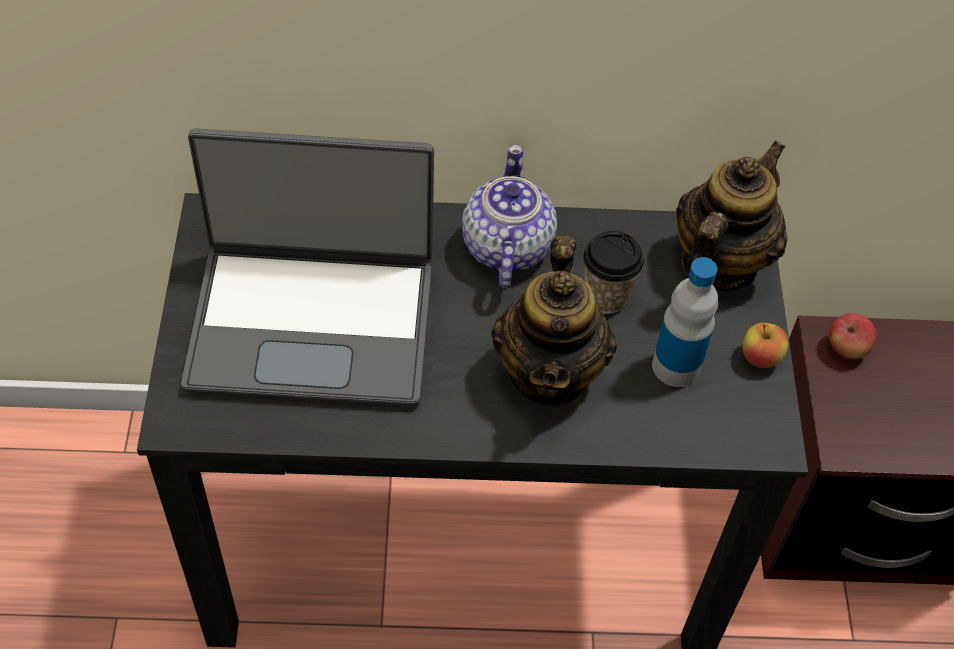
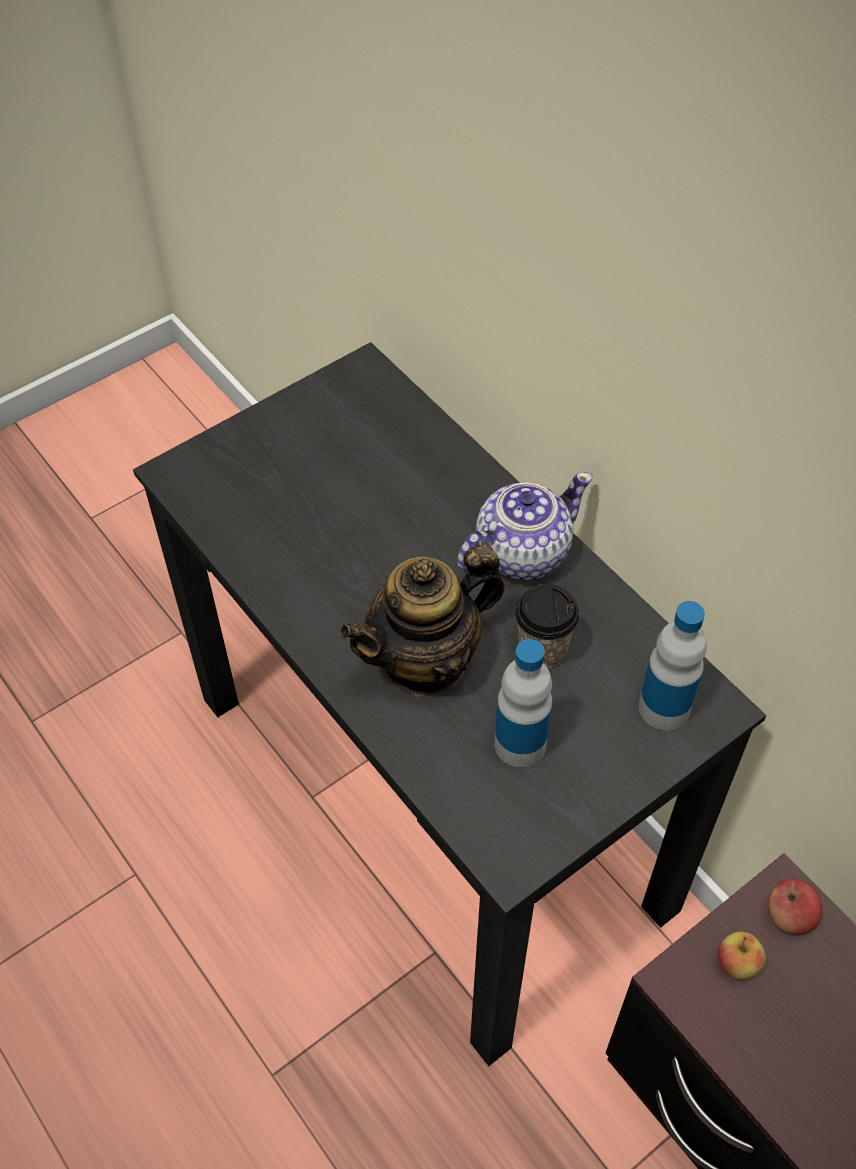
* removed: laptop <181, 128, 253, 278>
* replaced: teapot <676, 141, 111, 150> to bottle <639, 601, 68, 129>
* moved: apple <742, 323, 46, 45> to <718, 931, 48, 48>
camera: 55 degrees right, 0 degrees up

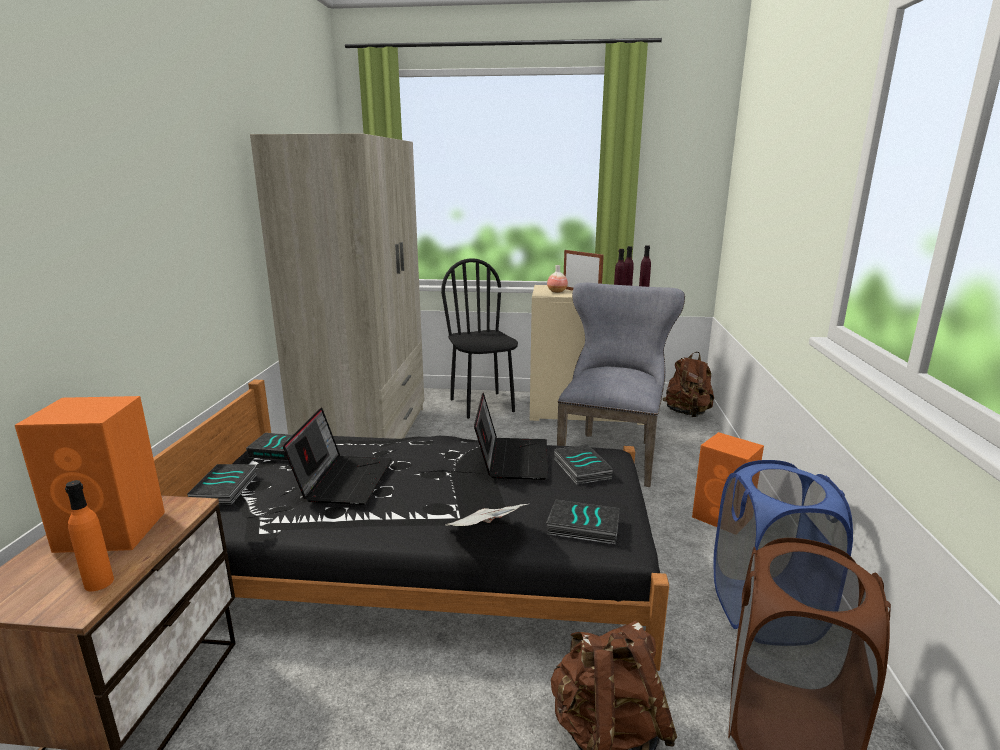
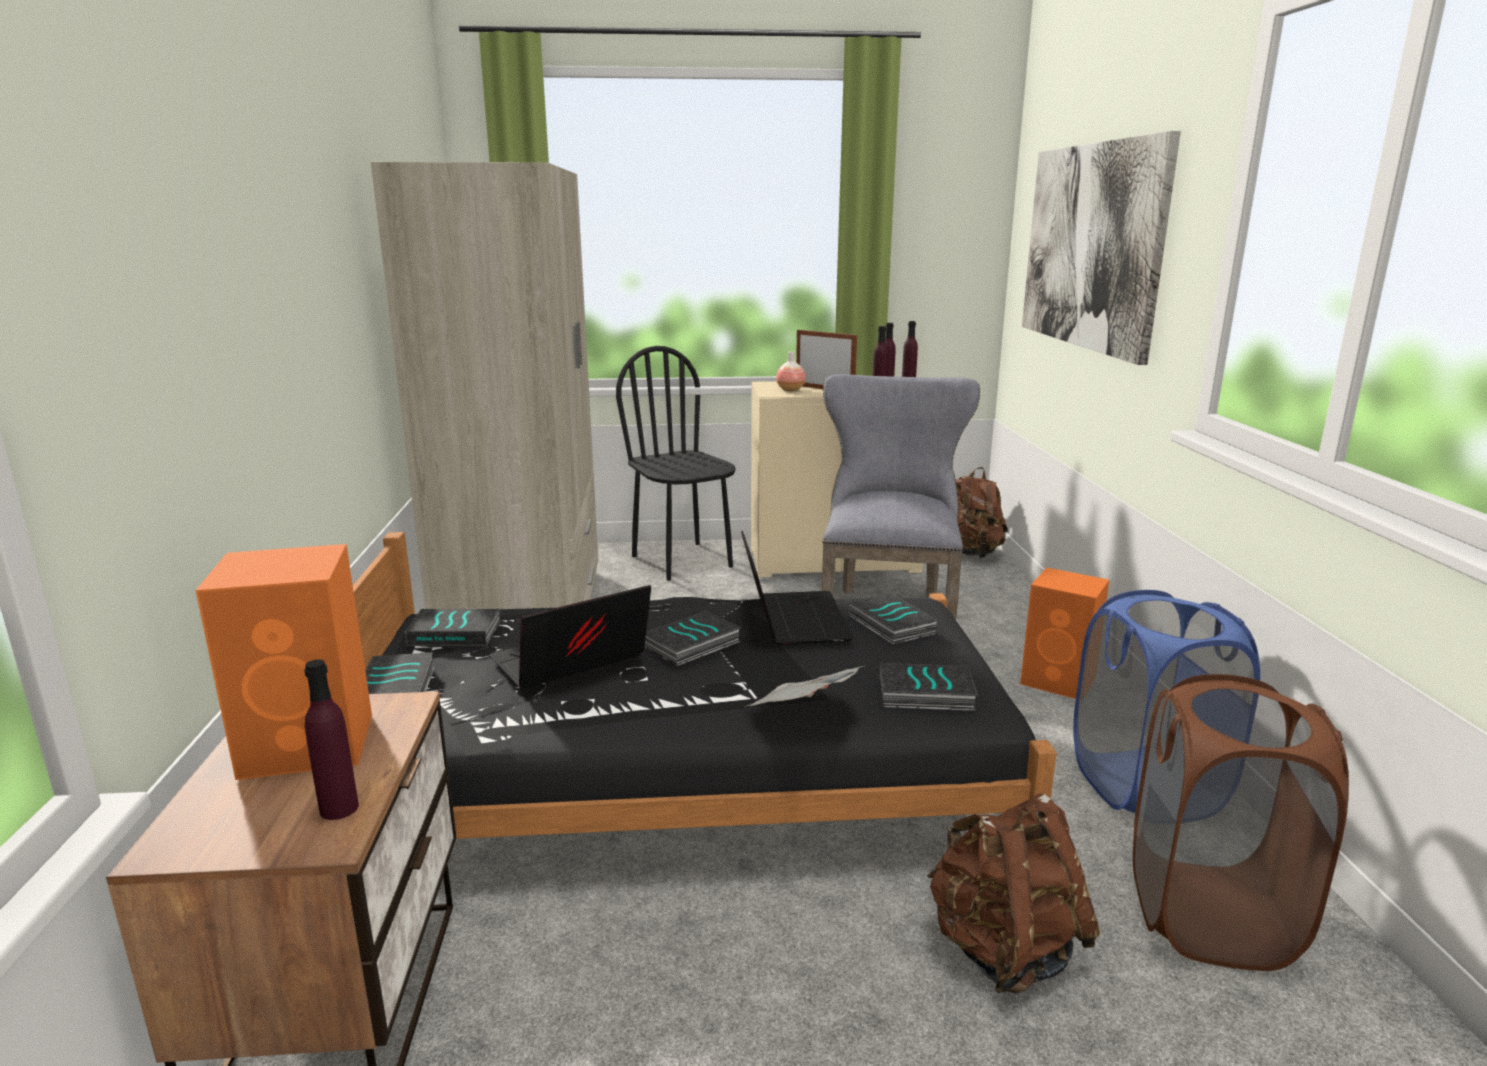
* turned: laptop <283, 407, 109, 98> = <490, 585, 161, 104> 120 degrees counterclockwise
* recoloured: bottle in orange <65, 480, 49, 111> to bottle in purple <304, 659, 55, 161>
* added: picture <1022, 131, 159, 234>
* added: book <644, 611, 97, 55>
camera: 10 degrees left, 0 degrees up

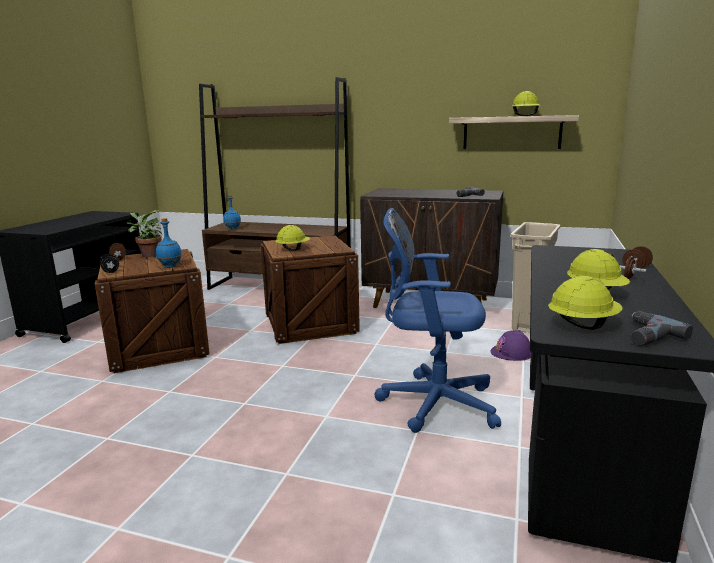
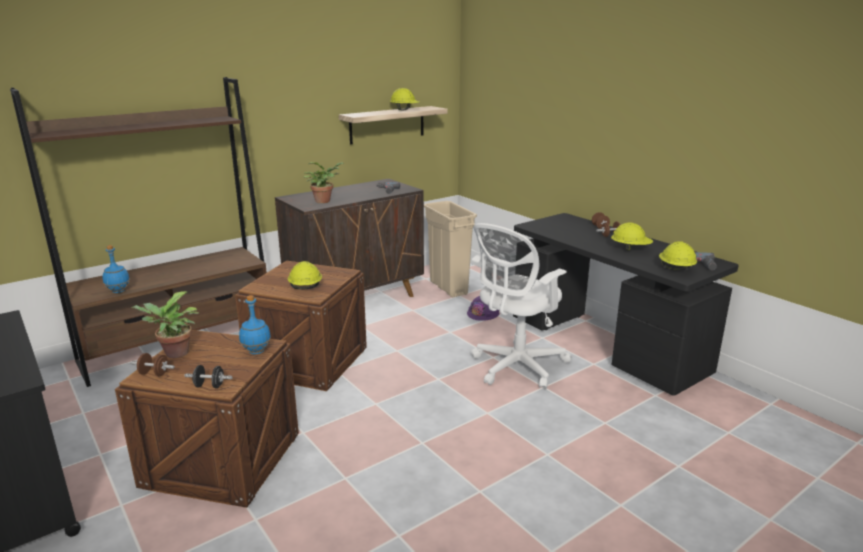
* recoloured: office chair in blue <374, 208, 127, 225> to office chair in white <471, 223, 100, 166>
* added: potted plant <303, 162, 41, 41>
camera: 55 degrees left, 5 degrees up

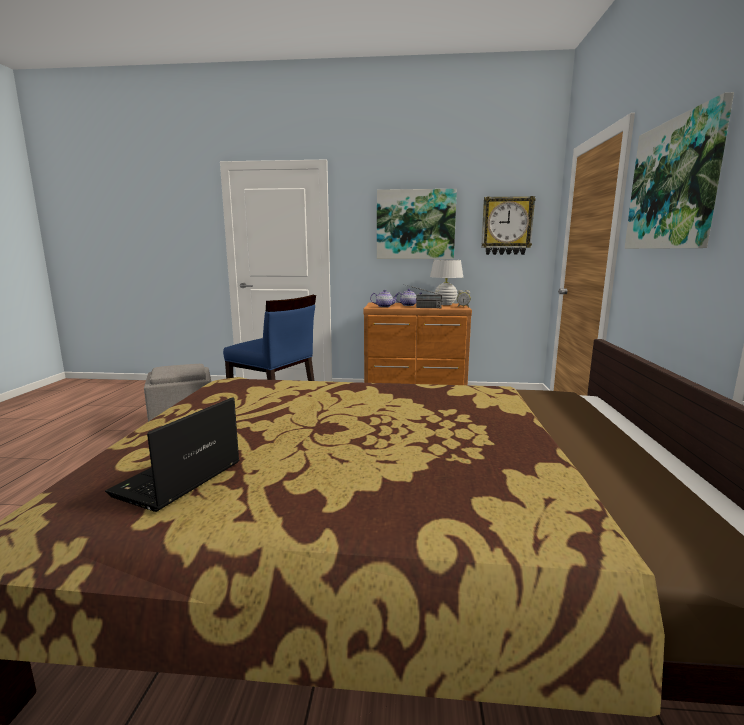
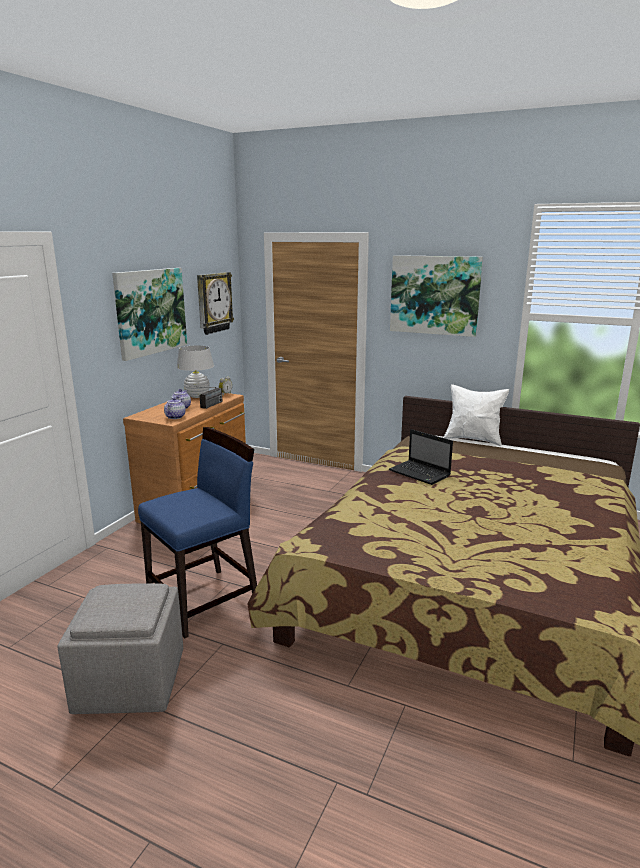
* moved: laptop <105, 397, 135, 115> to <389, 429, 64, 56>
* added: pillow in white <444, 384, 65, 62>
camera: 70 degrees left, 5 degrees up

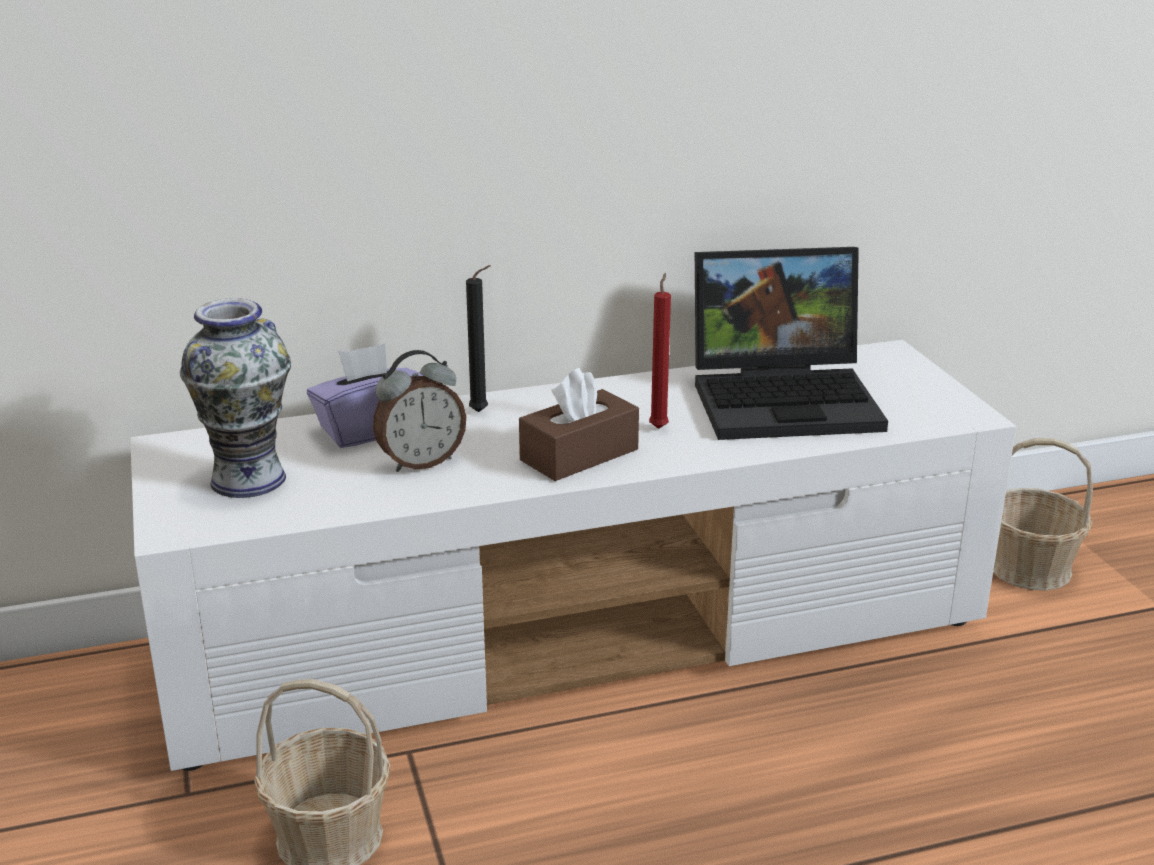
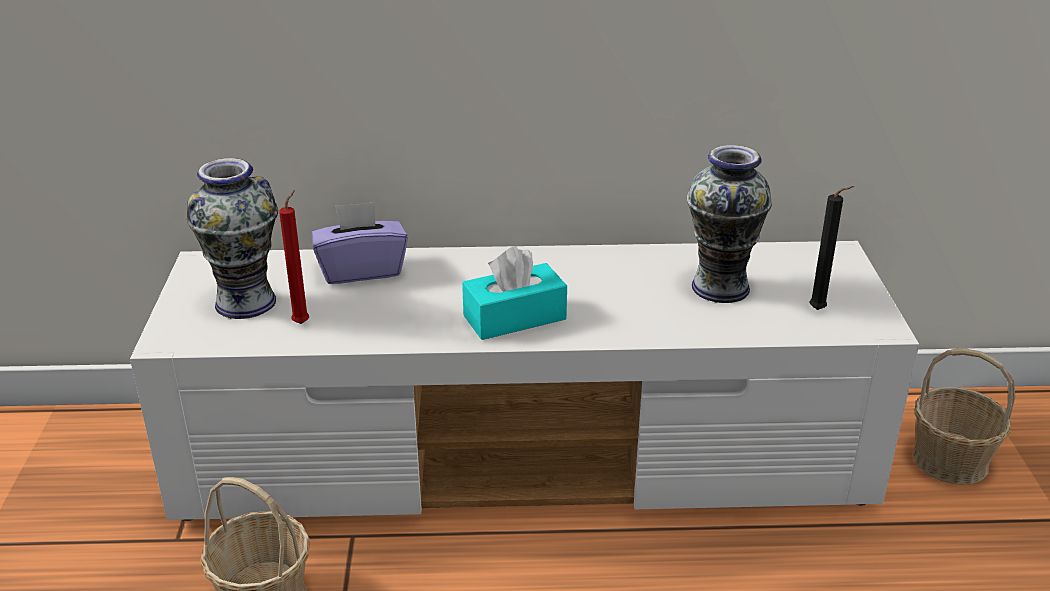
* replaced: laptop <695, 247, 193, 193> to vase <687, 145, 85, 158>
* moved: candle in black <466, 265, 25, 147> to <809, 186, 45, 124>
* moved: candle in red <649, 273, 22, 156> to <279, 190, 30, 134>
* removed: alarm clock <373, 350, 93, 122>
* recoloured: tissue box in brown <519, 368, 120, 113> to tissue box in turquoise <462, 246, 105, 94>
camera: 15 degrees right, 5 degrees up

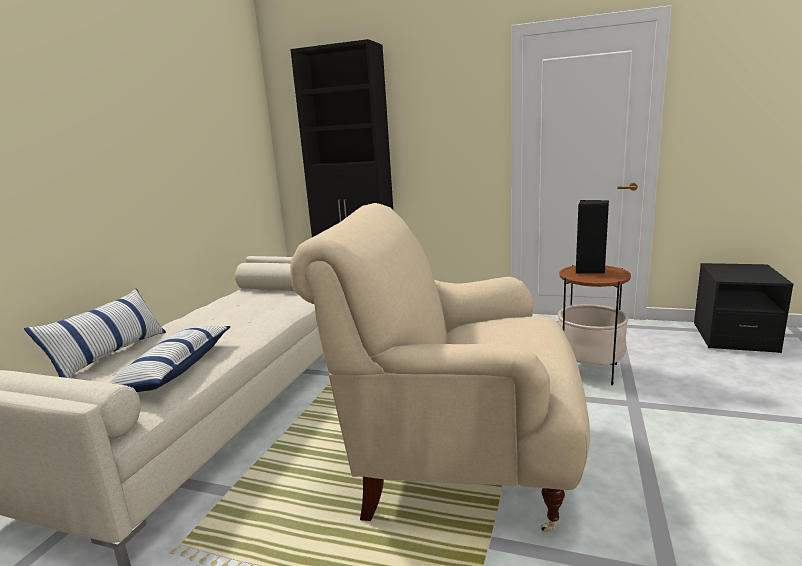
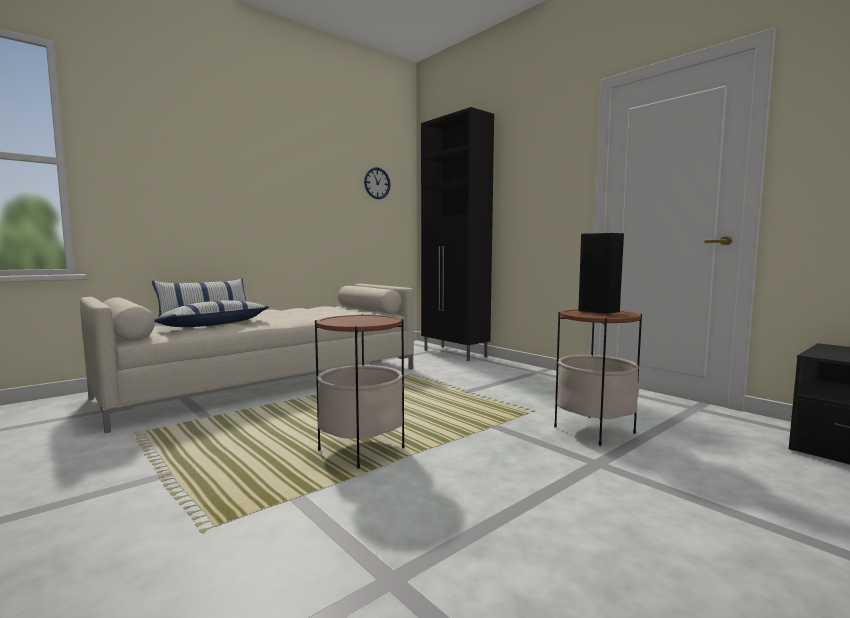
* replaced: armchair in beige <290, 203, 300, 330> to side table <315, 314, 90, 155>
* added: wall clock <364, 167, 26, 32>
camera: 30 degrees right, 10 degrees down

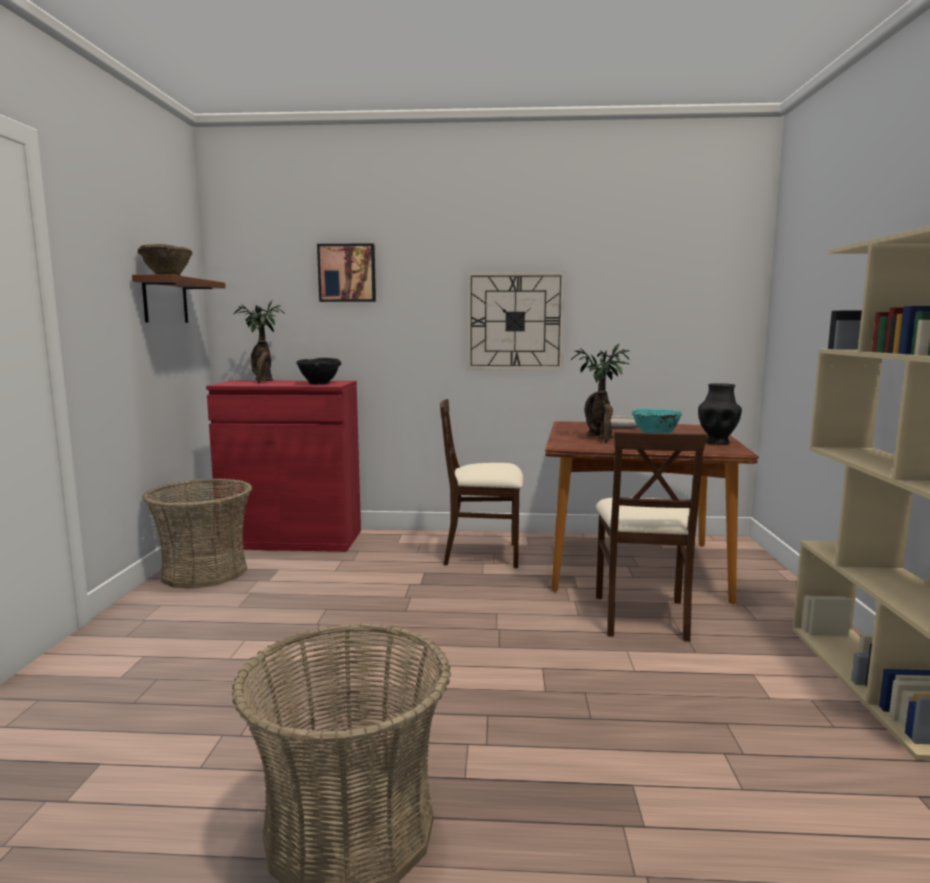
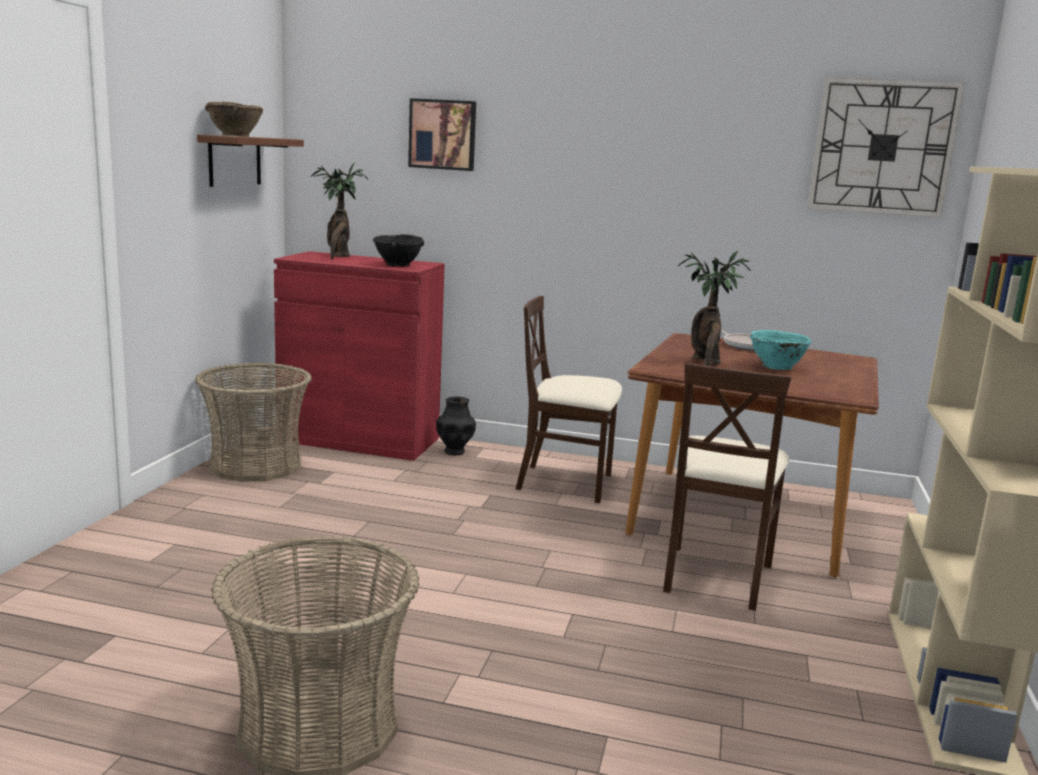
* moved: wall clock <467, 272, 98, 98> to <808, 78, 156, 139>
* moved: vase in black <698, 383, 44, 62> to <436, 396, 40, 59>
camera: 10 degrees right, 5 degrees up

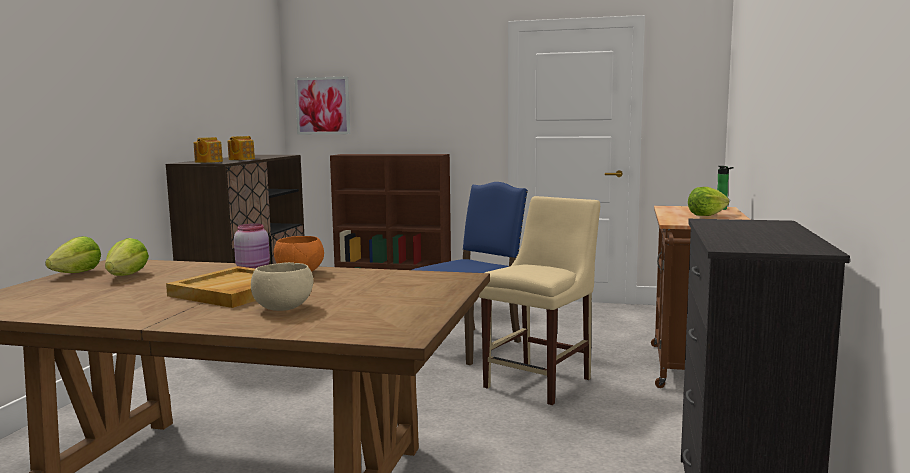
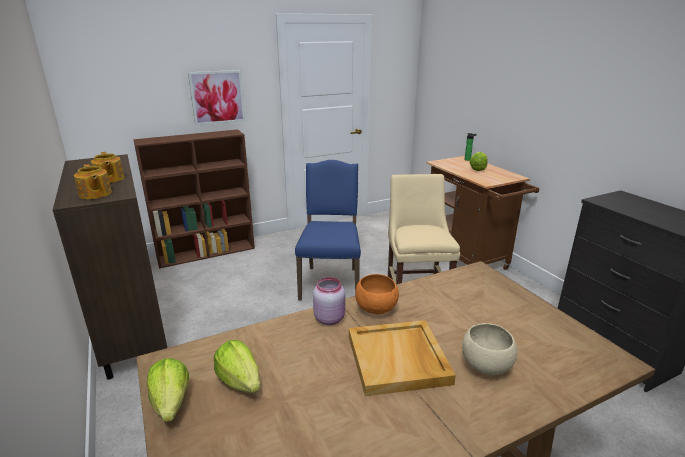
* moved: picture <295, 77, 55, 57> to <188, 70, 57, 56>
camera: 40 degrees left, 15 degrees up

